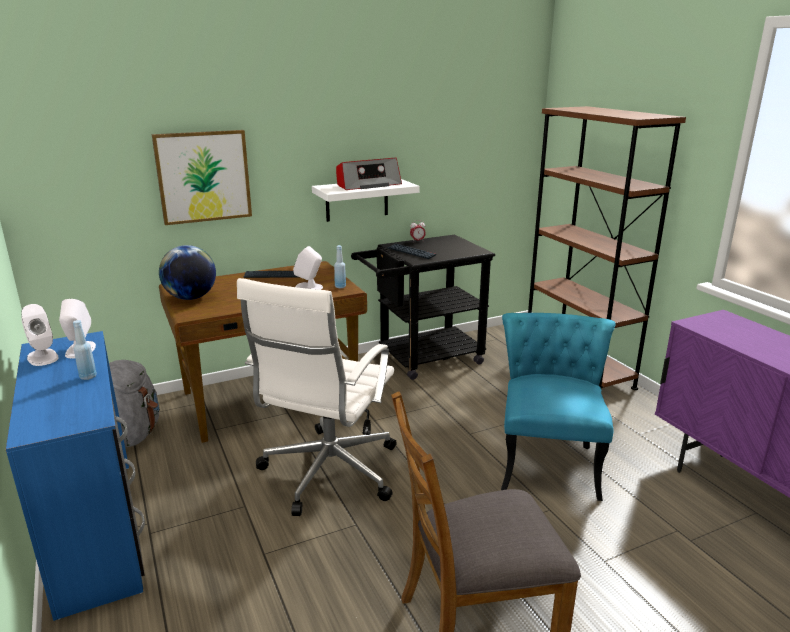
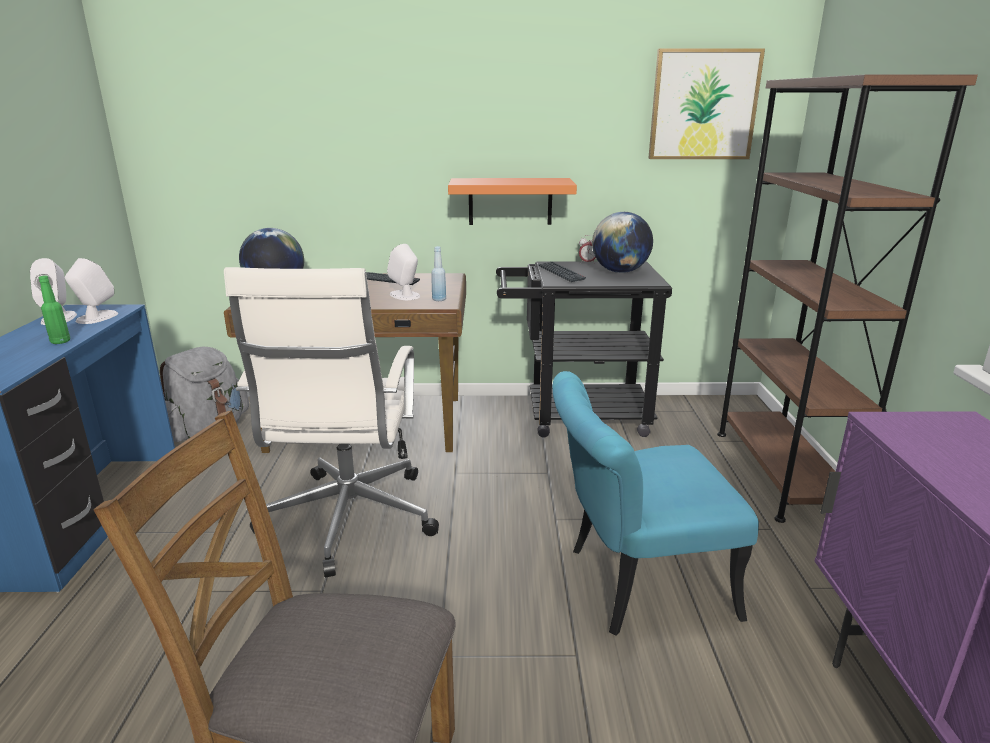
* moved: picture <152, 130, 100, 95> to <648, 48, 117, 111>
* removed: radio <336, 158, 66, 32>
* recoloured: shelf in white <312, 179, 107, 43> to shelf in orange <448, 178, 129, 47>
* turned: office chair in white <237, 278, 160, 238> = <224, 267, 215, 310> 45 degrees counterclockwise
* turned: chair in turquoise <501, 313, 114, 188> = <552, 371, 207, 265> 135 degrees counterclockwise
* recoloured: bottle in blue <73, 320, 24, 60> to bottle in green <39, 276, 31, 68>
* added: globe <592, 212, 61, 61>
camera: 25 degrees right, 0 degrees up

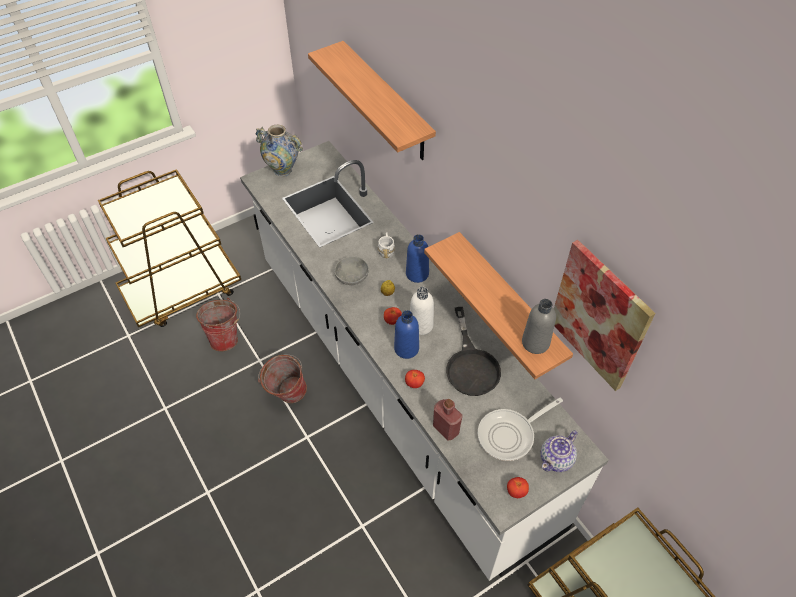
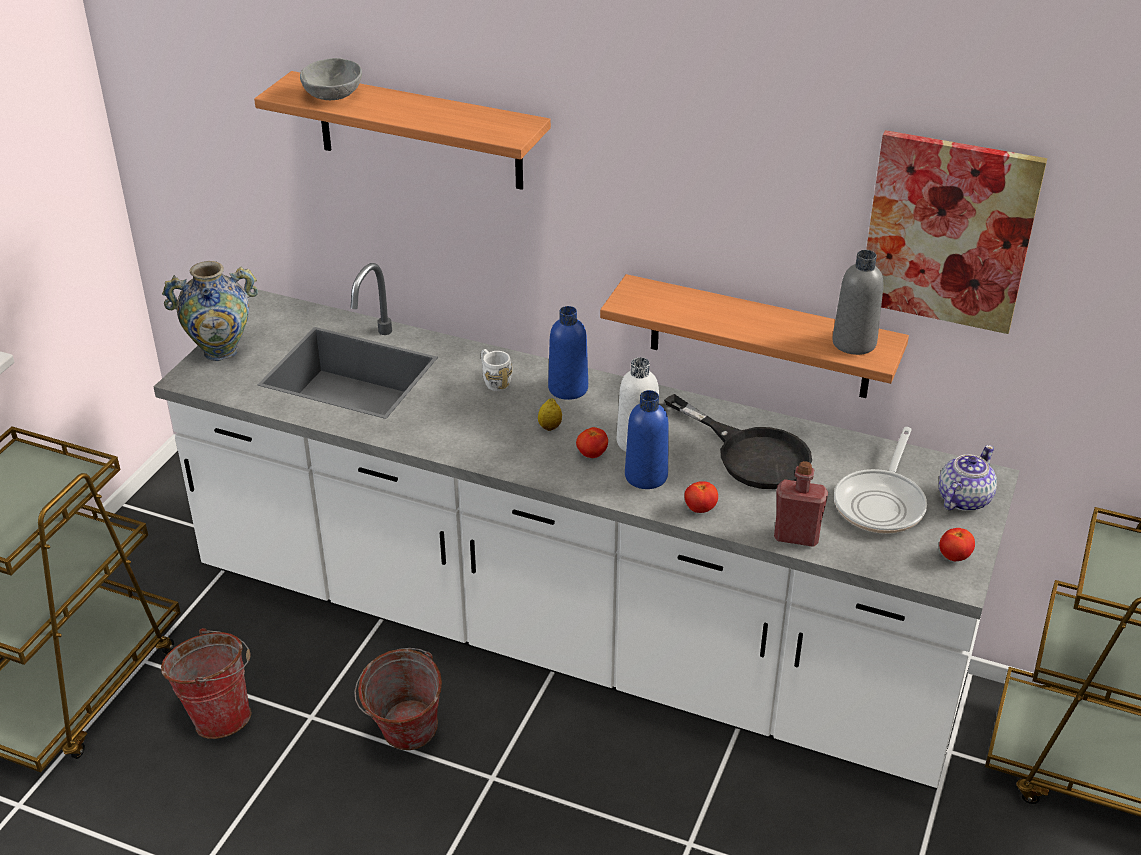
* moved: bowl in grey <334, 256, 35, 29> to <300, 58, 62, 42>
* turned: teapot <540, 430, 38, 42> = <939, 445, 58, 66> 150 degrees counterclockwise
camera: 35 degrees left, 15 degrees down

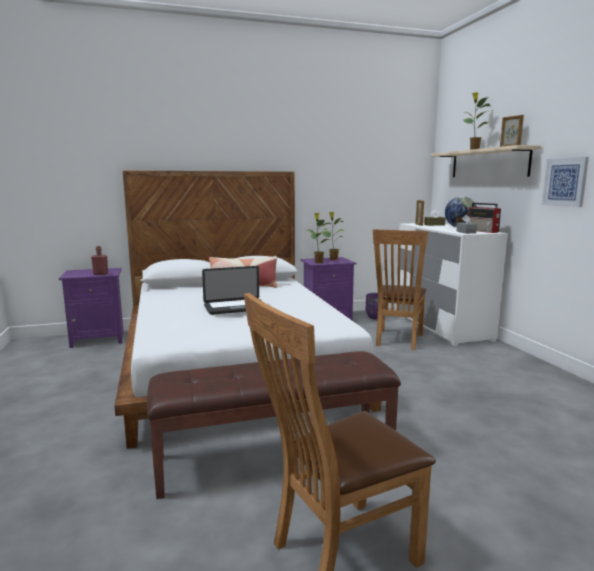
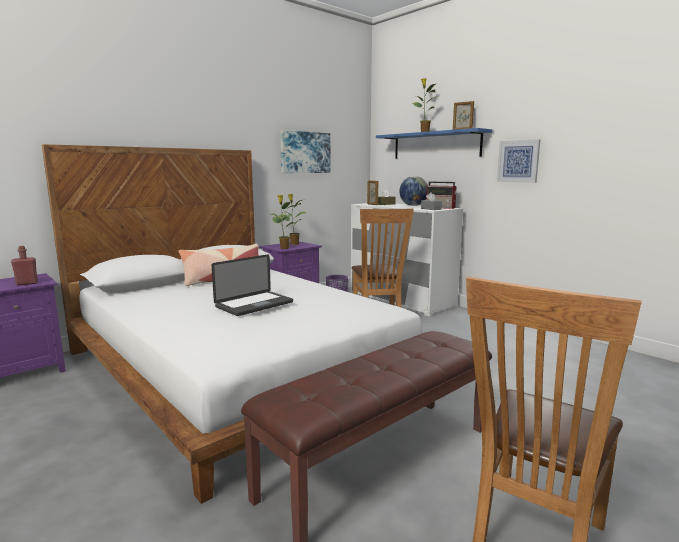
* recoloured: shelf in beige <431, 145, 110, 32> to shelf in blue <376, 128, 116, 31>
* added: picture <280, 130, 50, 43>
camera: 25 degrees left, 0 degrees up

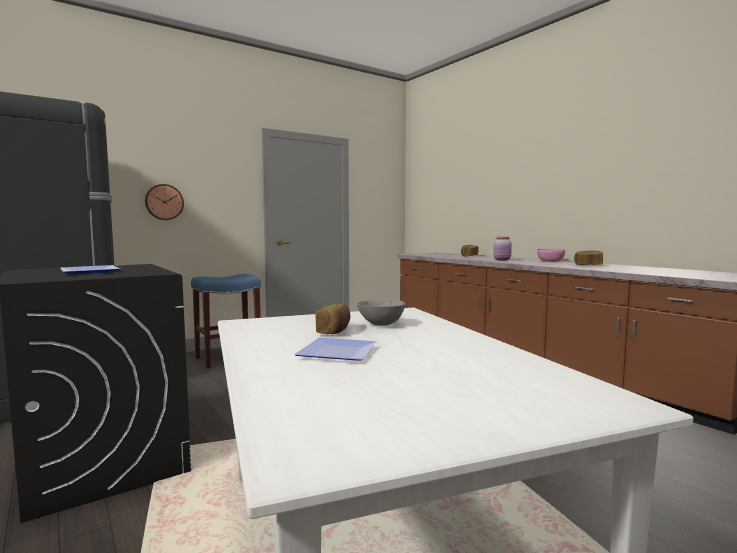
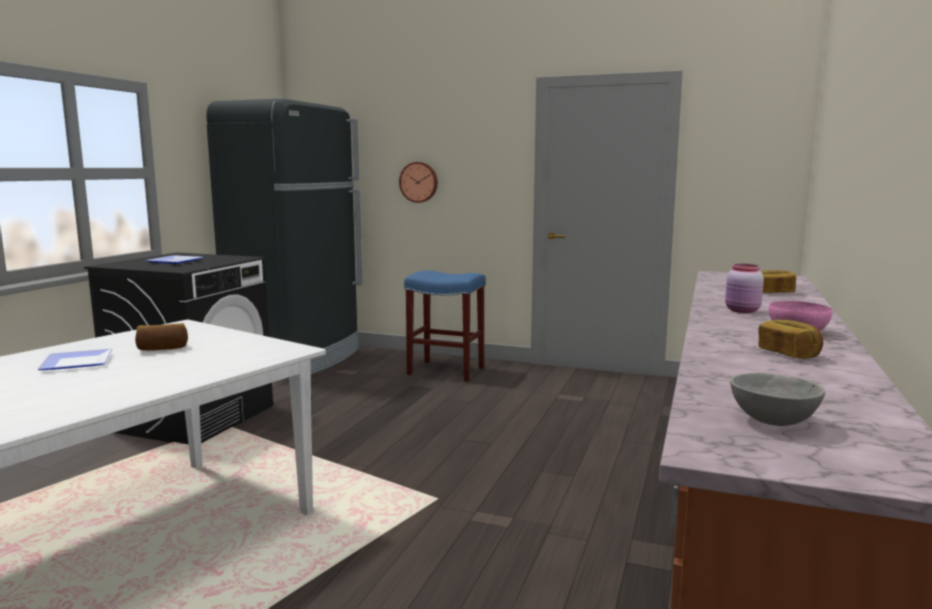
* moved: bowl in grey <357, 299, 48, 27> to <730, 373, 95, 53>
camera: 55 degrees right, 5 degrees up

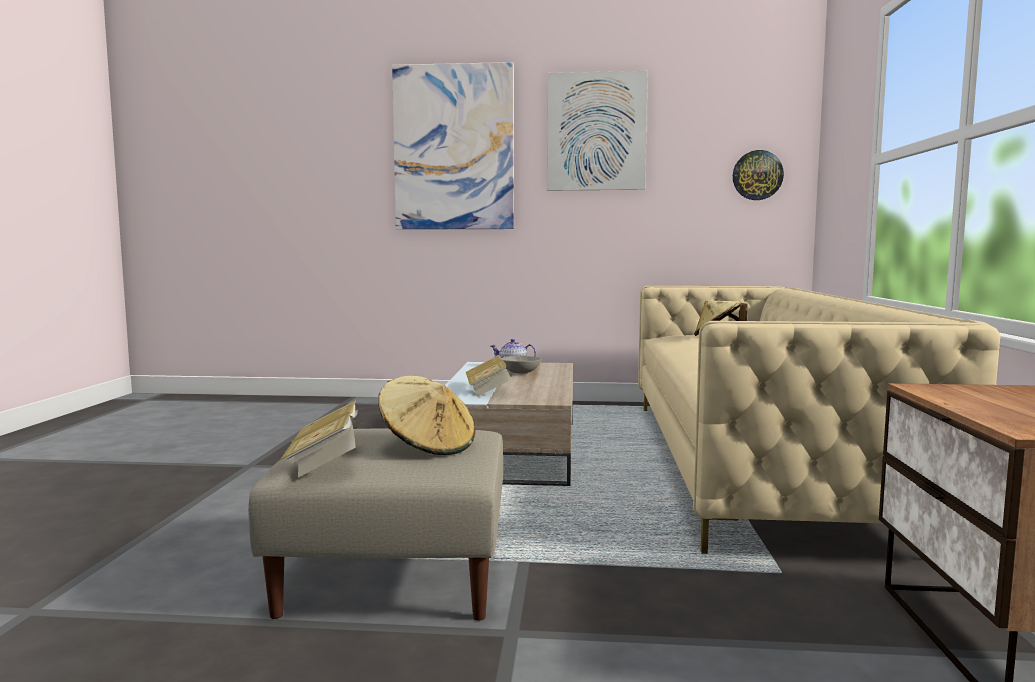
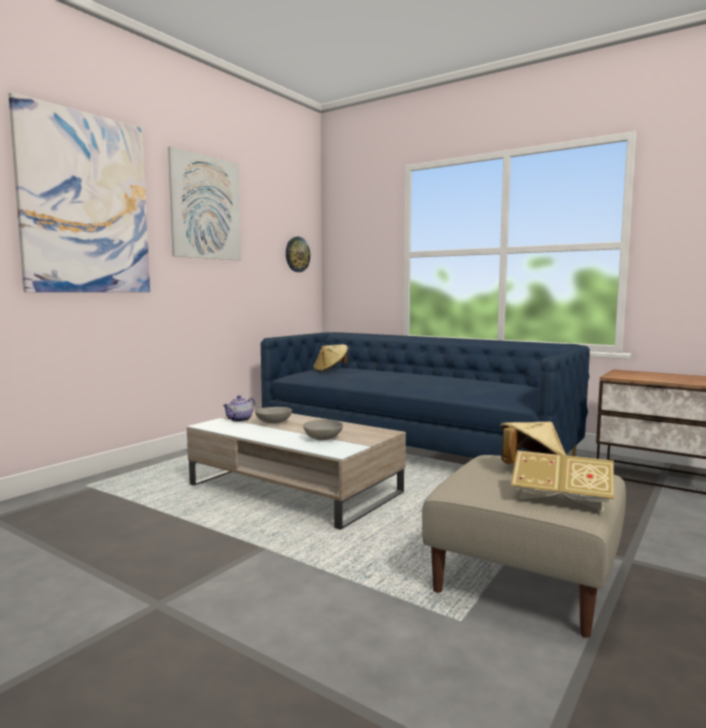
* recoloured: sofa in beige <638, 286, 362, 268> to sofa in blue <261, 332, 329, 126>
* replaced: book <466, 355, 45, 42> to bowl in grey <303, 420, 40, 21>
camera: 60 degrees left, 0 degrees up

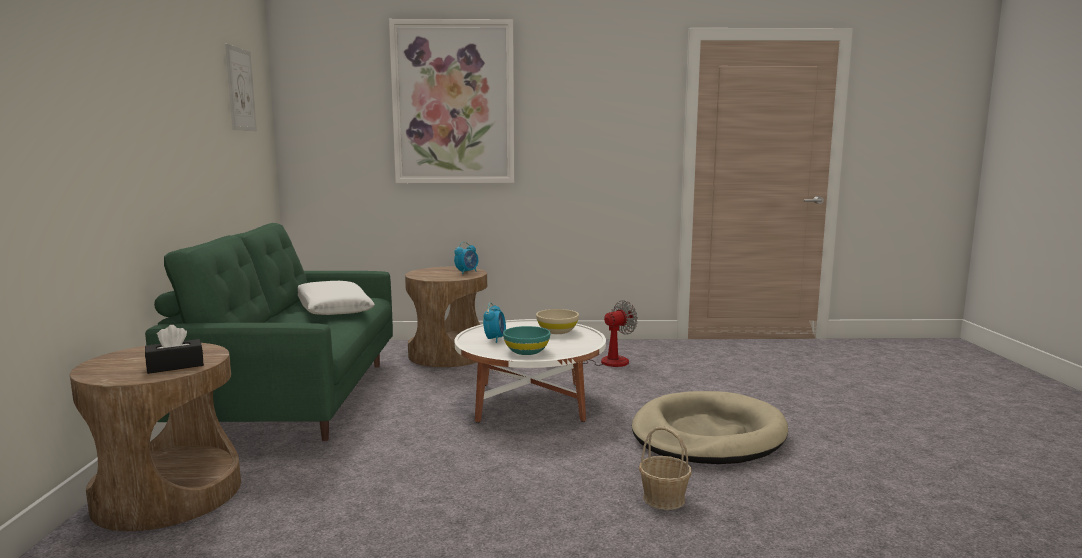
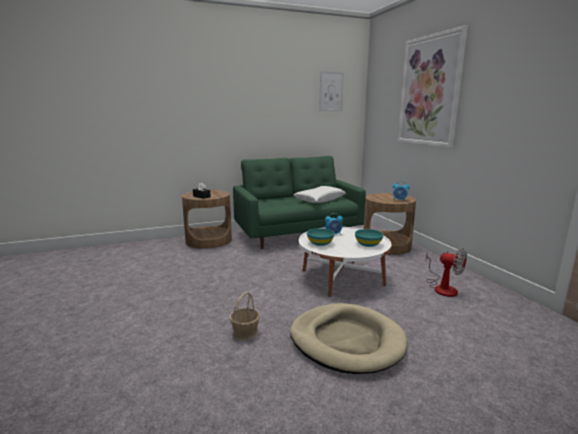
* recoloured: bowl in beige <536, 309, 43, 25> to bowl in turquoise <355, 229, 28, 18>
camera: 70 degrees right, 5 degrees up

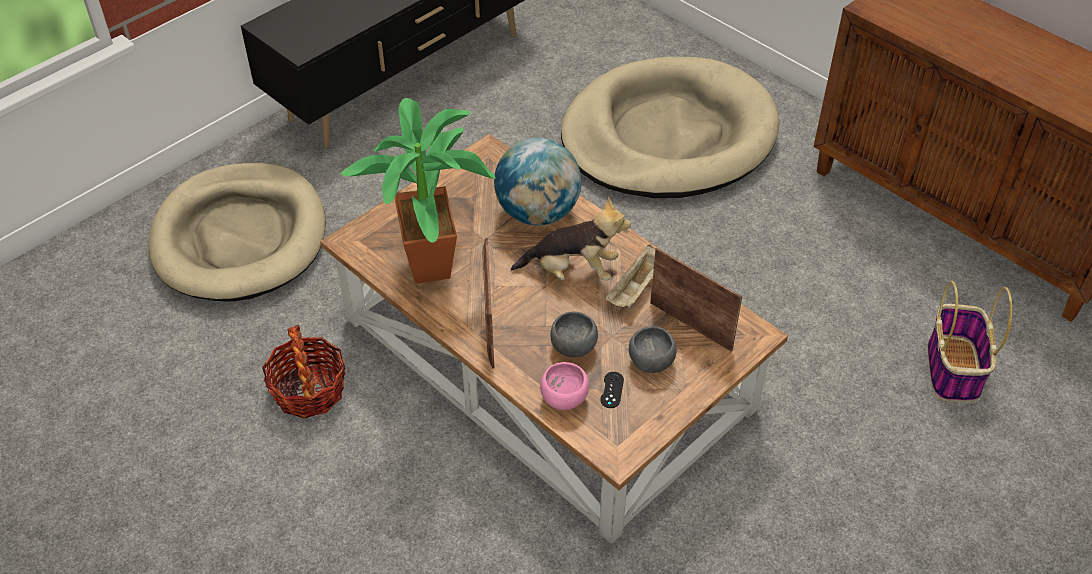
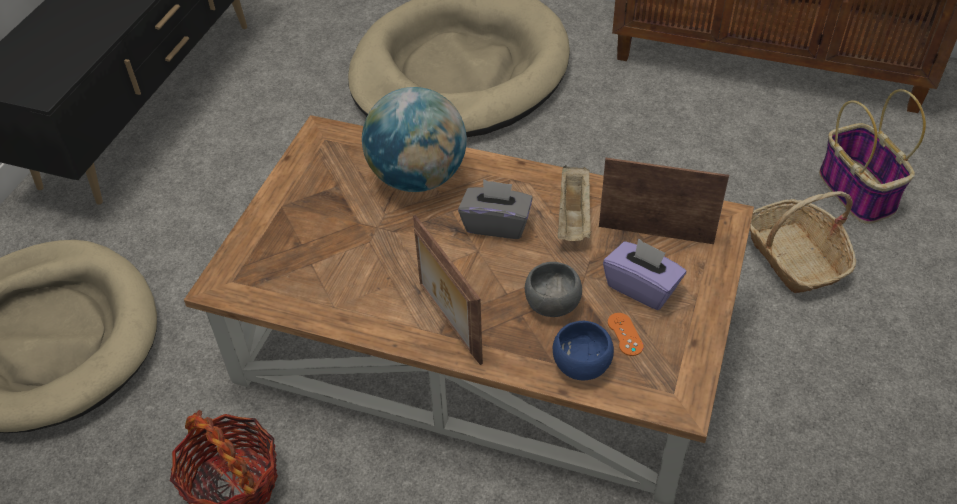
* removed: potted plant <341, 98, 155, 186>
* replaced: plush toy <511, 197, 120, 83> to tissue box in grey <458, 179, 75, 60>
* replaced: bowl in grey <629, 326, 48, 47> to tissue box in purple <603, 238, 83, 72>
* recoloured: bowl in pink <540, 362, 49, 48> to bowl in blue <553, 321, 61, 59>
* recoloured: game controller in black <600, 372, 24, 36> to game controller in orange <608, 313, 36, 43>
* added: basket <750, 191, 106, 102>
camera: 25 degrees left, 0 degrees up

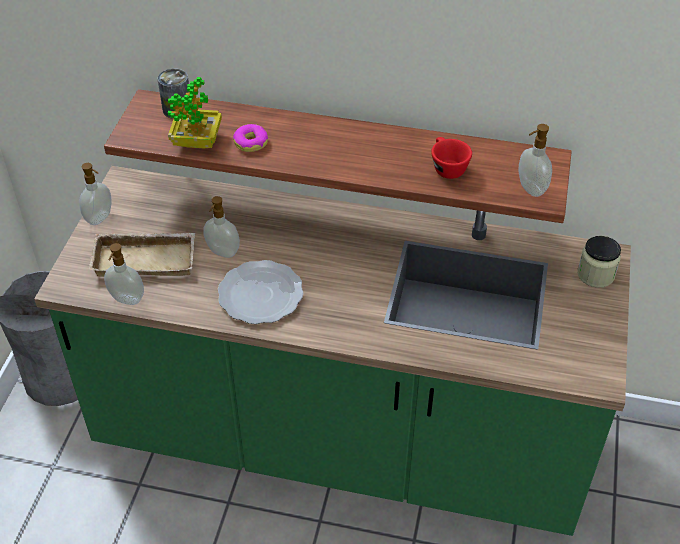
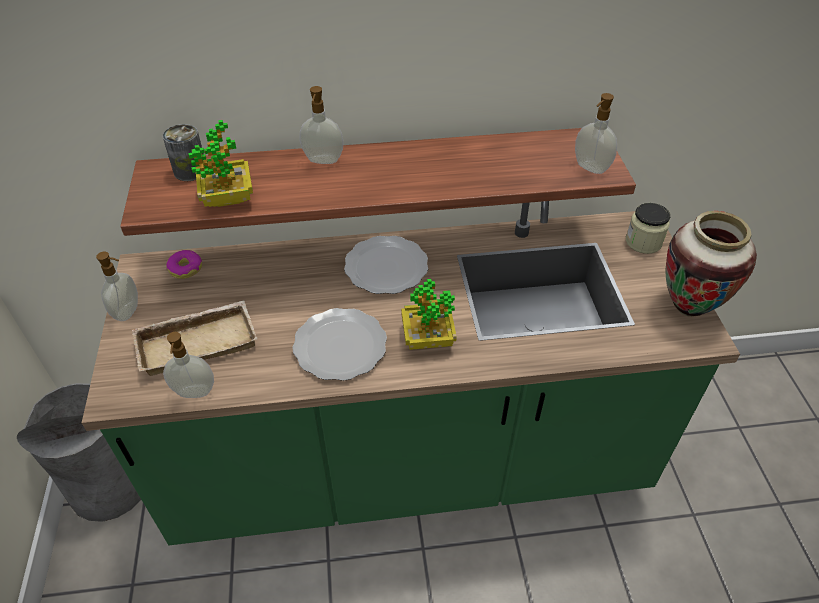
* moved: donut <233, 124, 35, 28> to <166, 250, 36, 29>
* removed: cup in red <431, 137, 41, 42>
* moved: soap dispenser <203, 196, 37, 62> to <300, 86, 44, 78>
* added: vase <665, 211, 92, 106>
* added: plate <344, 236, 84, 58>
* added: potted plant <401, 279, 56, 71>
camera: 20 degrees left, 0 degrees up

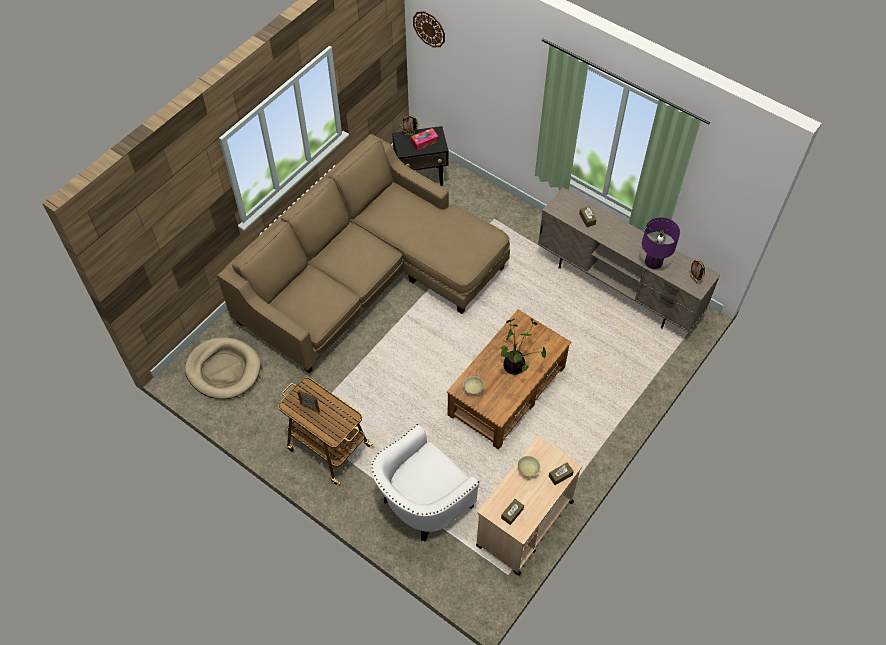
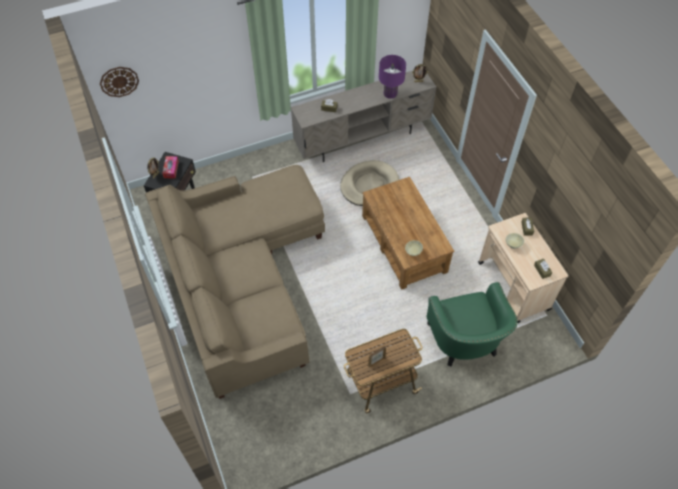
* removed: potted plant <501, 318, 45, 57>
* moved: dog bed in beige <185, 337, 76, 62> to <340, 160, 59, 46>
* recoloured: armchair in white <371, 424, 109, 118> to armchair in green <426, 282, 92, 85>
camera: 60 degrees left, 0 degrees up

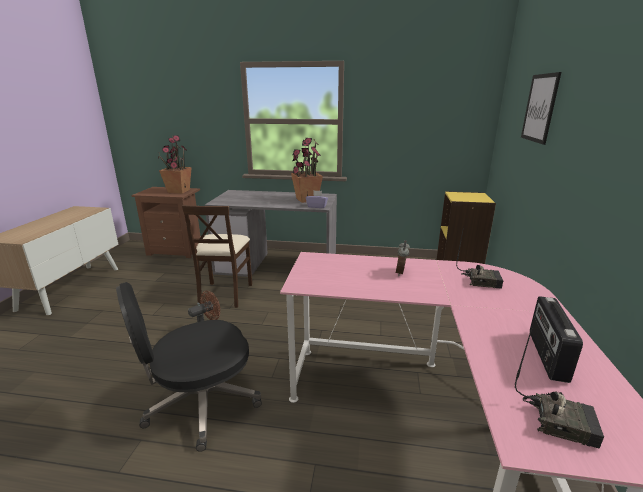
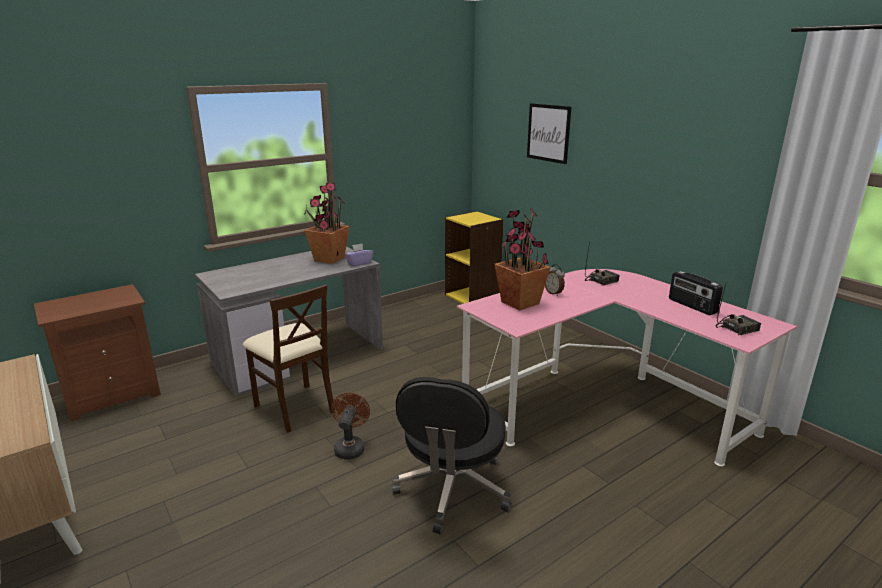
* moved: potted plant <158, 135, 34, 59> to <494, 207, 57, 104>
camera: 45 degrees left, 0 degrees up

